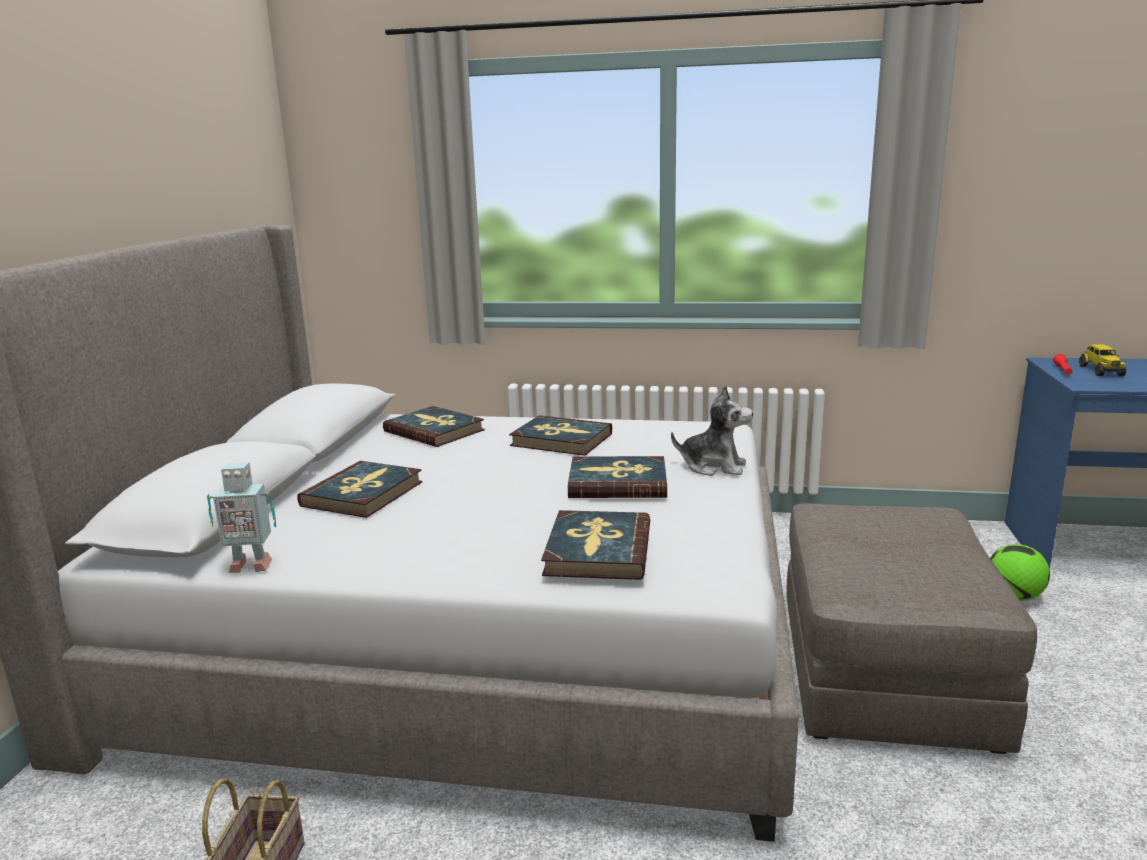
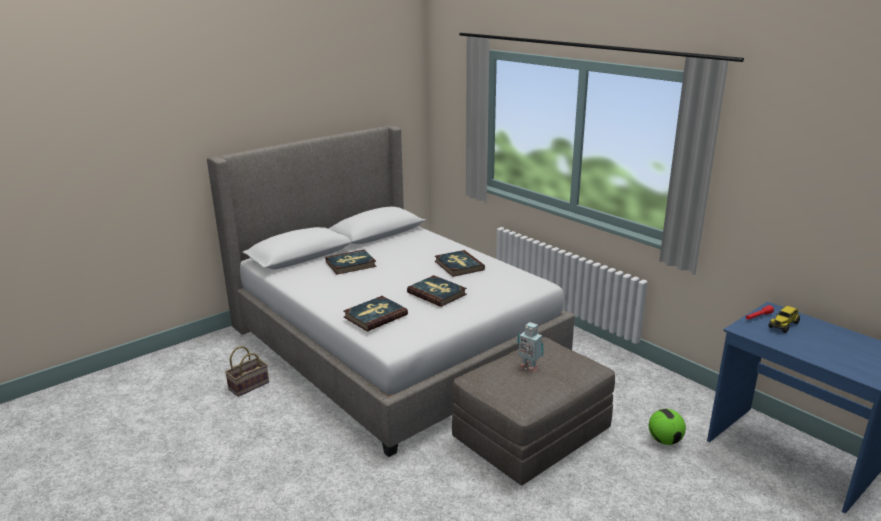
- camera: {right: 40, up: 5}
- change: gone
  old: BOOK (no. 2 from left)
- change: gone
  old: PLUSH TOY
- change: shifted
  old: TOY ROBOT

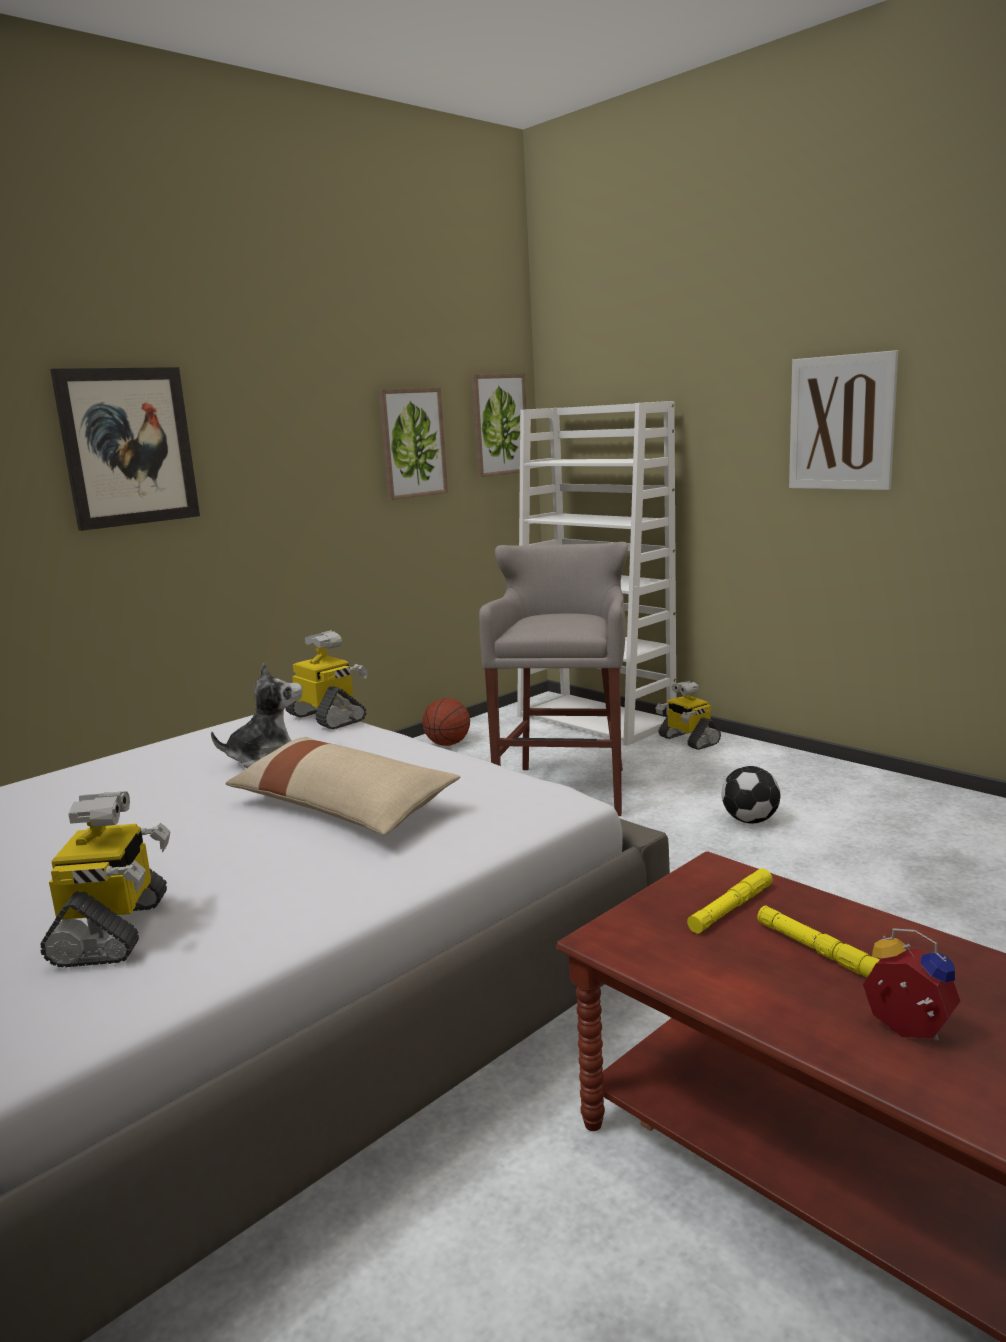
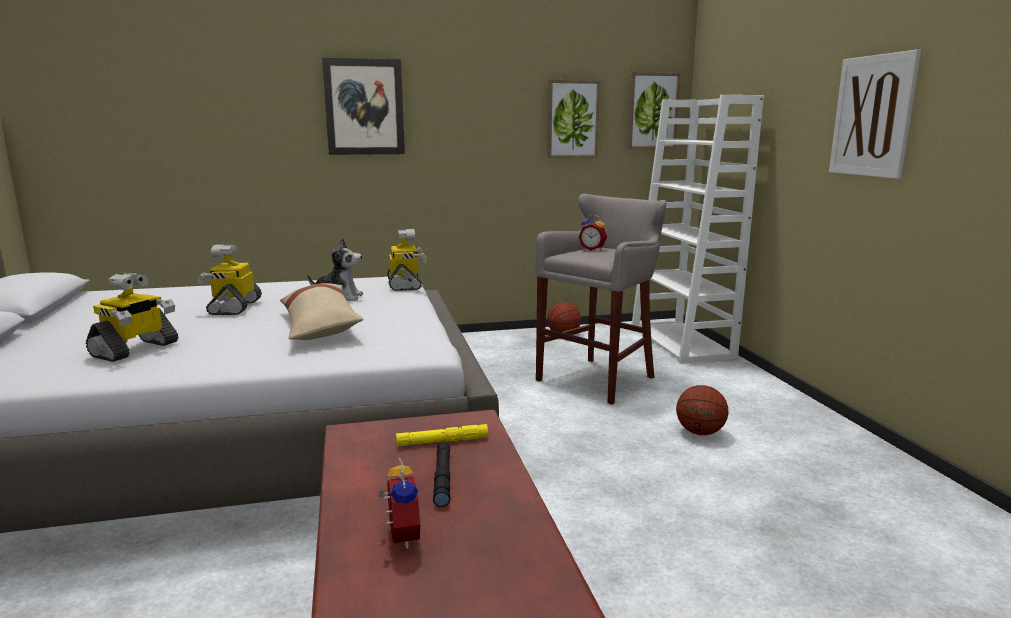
- camera: {right: 30, up: 0}
- change: new
  new: ALARM CLOCK (no. 2 from left)
- change: shifted
  old: TOY ROBOT (no. 3 from left in the first image)
  new: TOY ROBOT (no. 2 from left)
- change: swapped
  old: FOOTBALL
  new: BASKETBALL (no. 2 from left)
- change: repainted
  old: YELLOW FLASHLIGHT (no. 2 from left)
  new: BLACK FLASHLIGHT

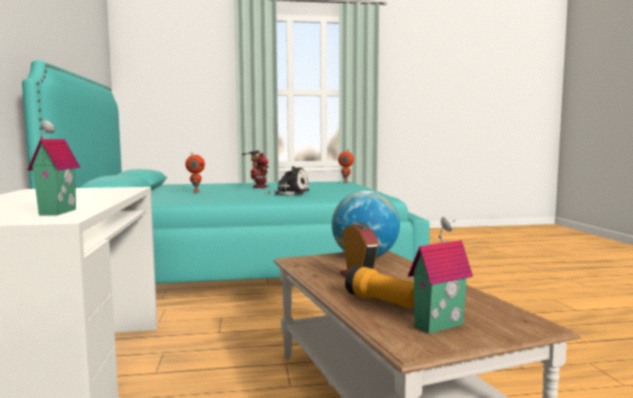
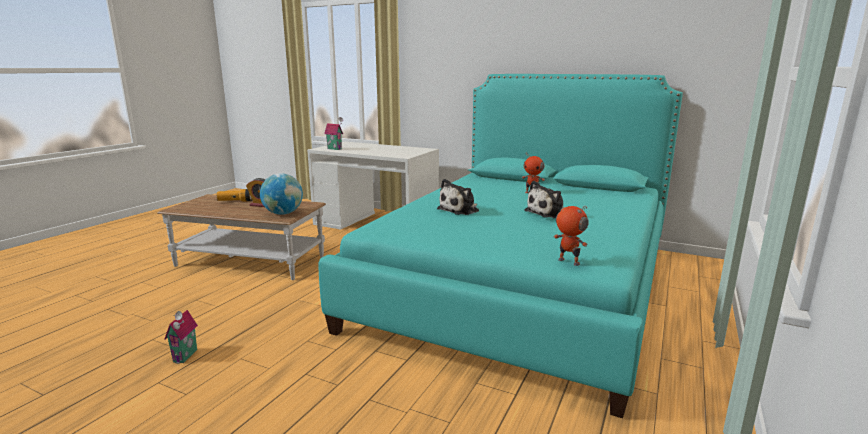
- camera: {right: 125, up: 10}
- change: shifted
  old: TOY HOUSE (no. 2 from left in the first image)
  new: TOY HOUSE (no. 1 from left)
- change: swapped
  old: TOY ROBOT (no. 2 from left)
  new: PLUSH TOY (no. 2 from left)

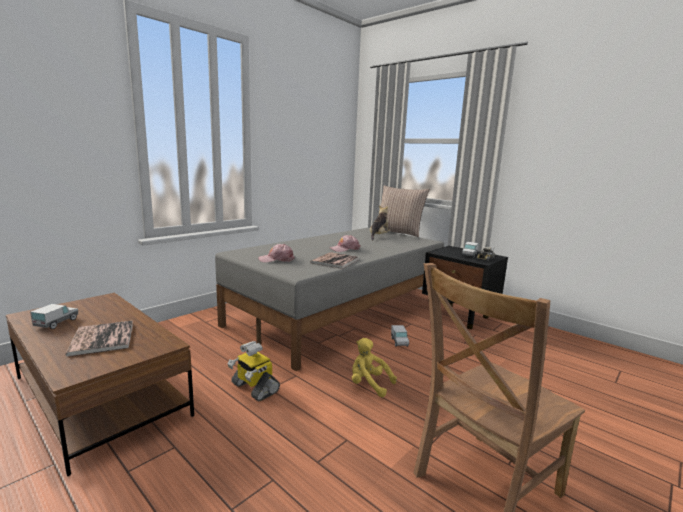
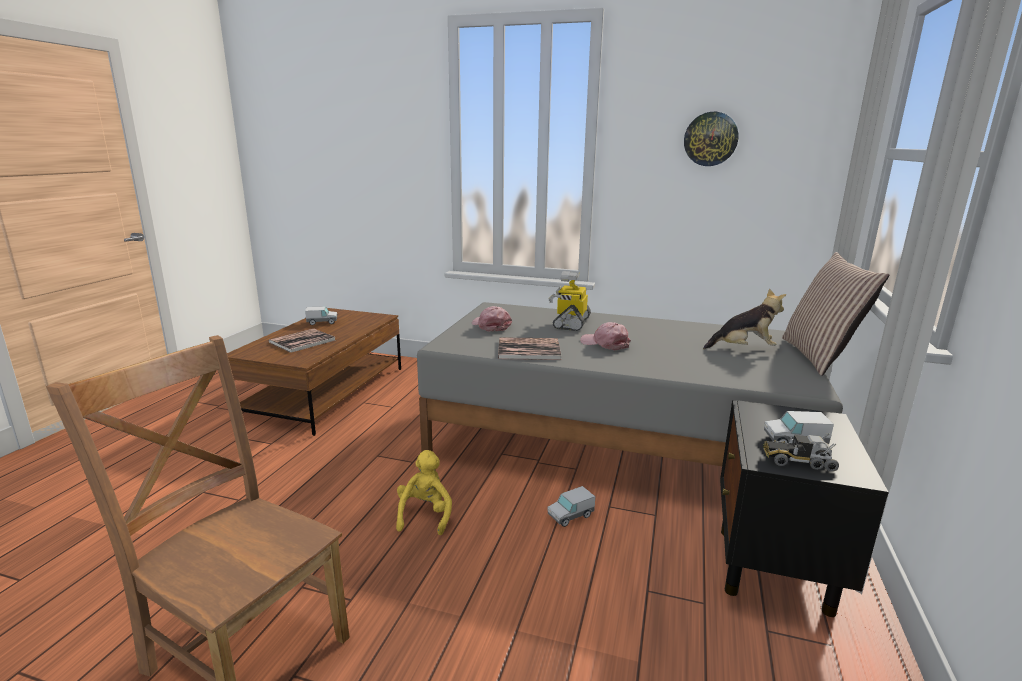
- camera: {right: 65, up: 5}
- change: new
  new: WALL CLOCK
- change: shifted
  old: TOY ROBOT

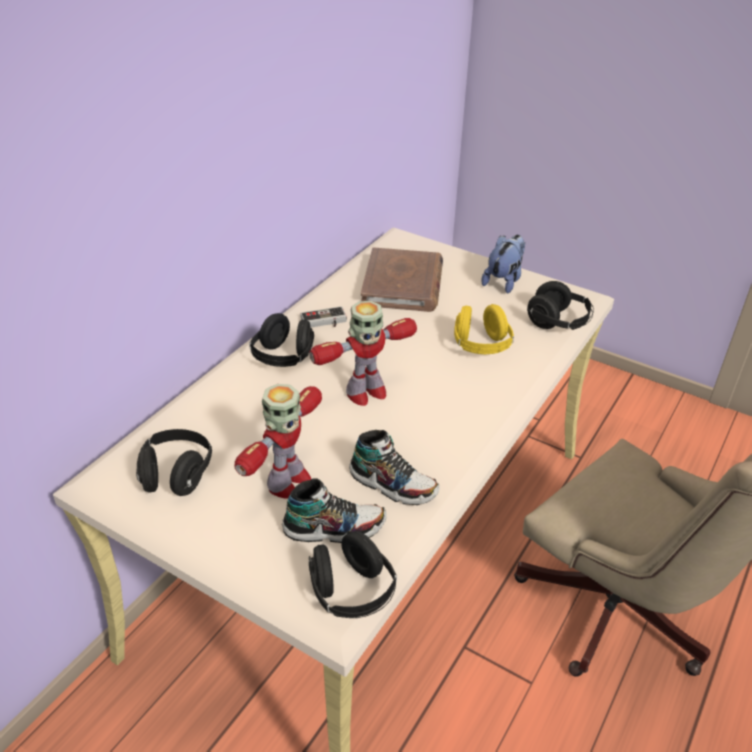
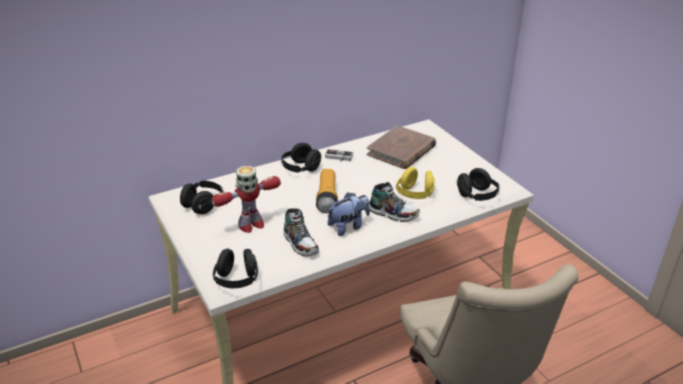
- camera: {right: 30, up: -5}
- change: shifted
  old: SHOE (no. 1 from left in the first image)
  new: SHOE (no. 2 from left)
- change: shifted
  old: PLUSH TOY
- change: swapped
  old: TOY ROBOT (no. 2 from left)
  new: FLASHLIGHT

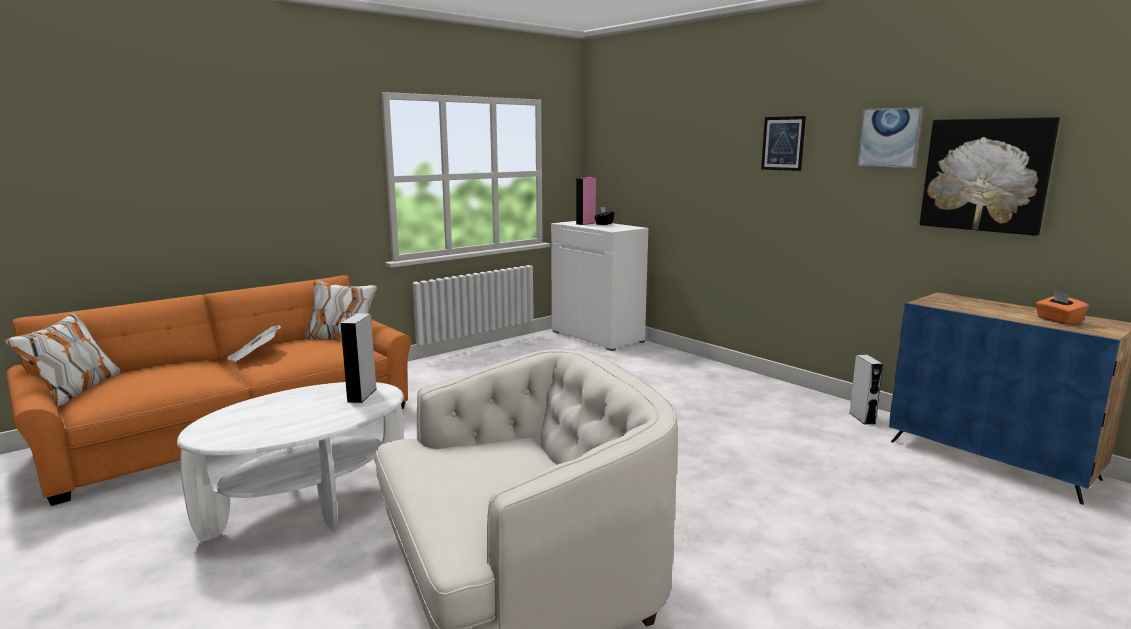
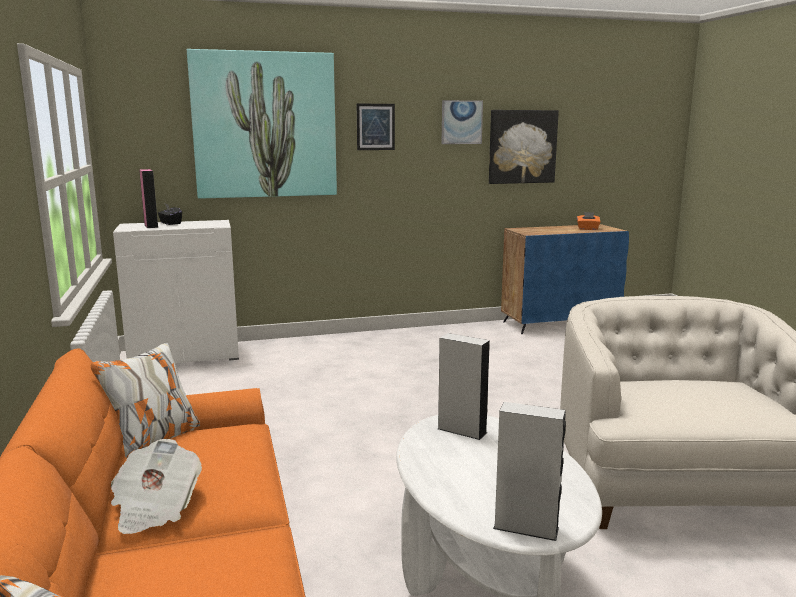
- camera: {right: -65, up: 0}
- change: new
  new: PICTURE (no. 1 from left)
- change: shifted
  old: GREY SPEAKER (no. 2 from left)

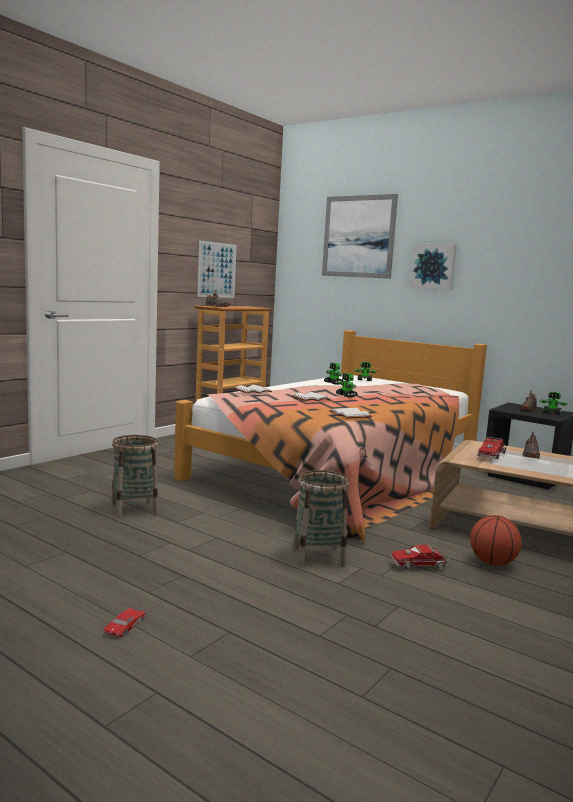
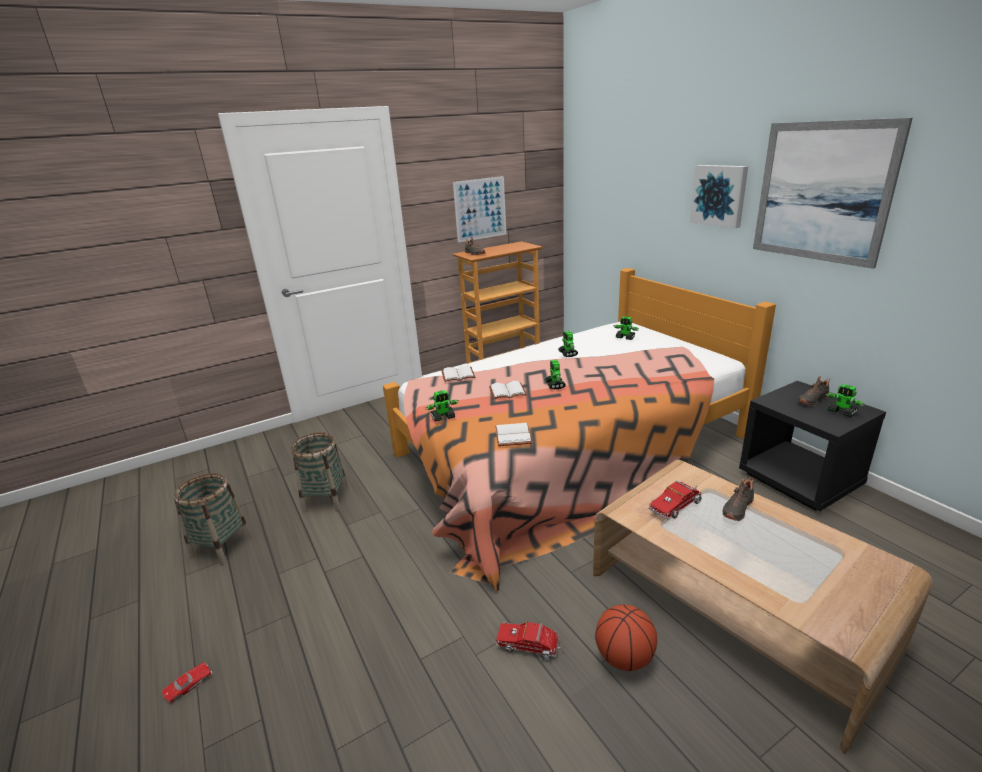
- camera: {right: 25, up: 15}
- change: new
  new: TOY ROBOT (no. 1 from left)
- change: shifted
  old: BASKET (no. 2 from left in the first image)
  new: BASKET (no. 1 from left)
- change: shifted
  old: PICTURE (no. 2 from left in the first image)
  new: PICTURE (no. 3 from left)

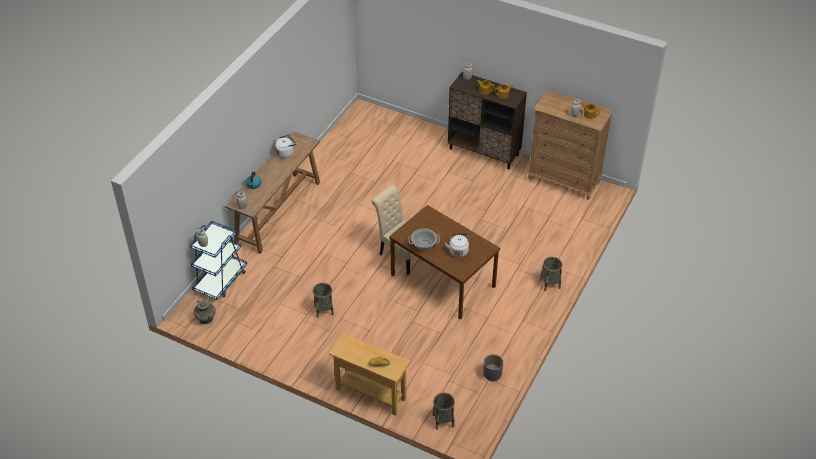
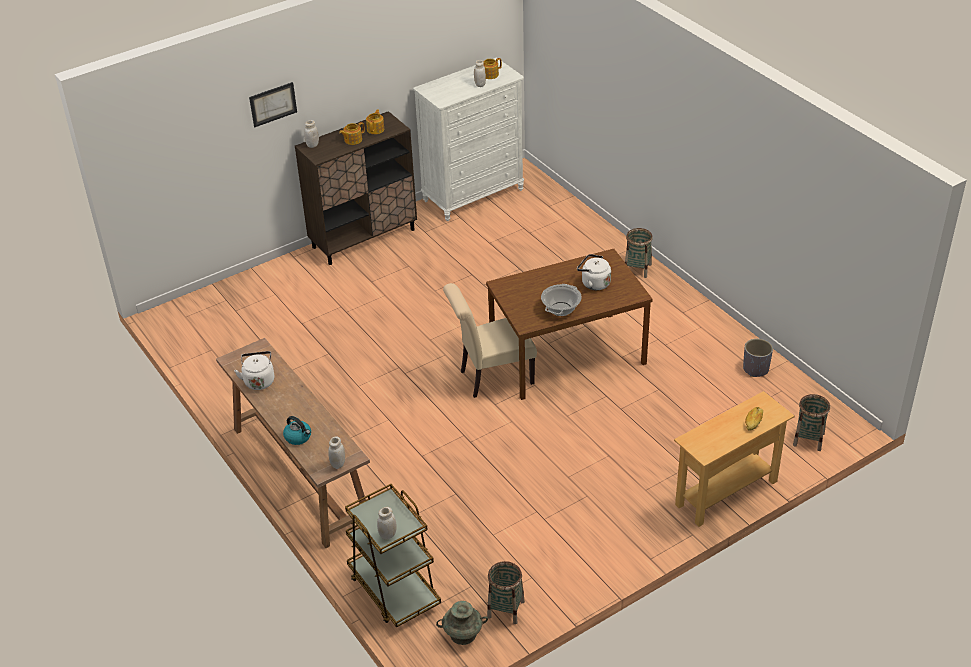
- camera: {right: -60, up: -5}
- change: new
  new: PICTURE
- change: shifted
  old: BASKET (no. 1 from left)
- change: repainted
  old: BLUE CART
  new: BROWN CART
- change: repainted
  old: BROWN DRESSER
  new: WHITE DRESSER

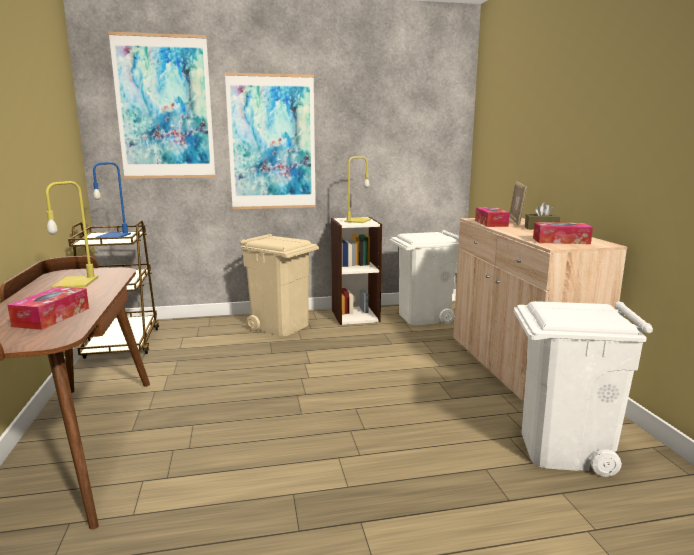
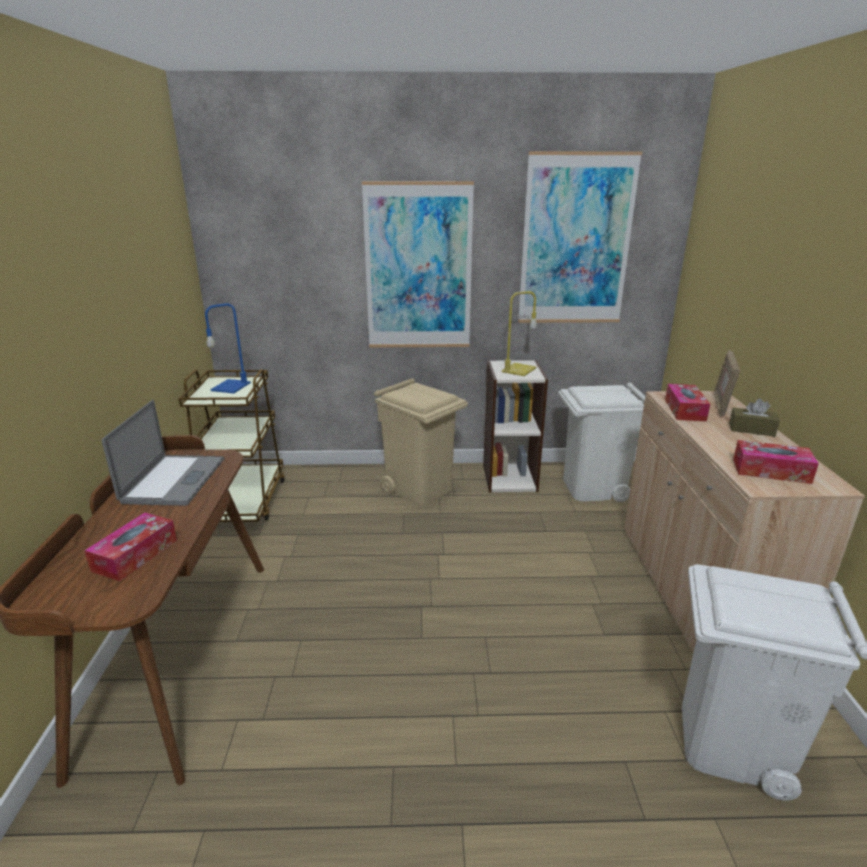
- camera: {right: 10, up: 10}
- change: shifted
  old: PICTURE (no. 1 from left in the first image)
  new: PICTURE (no. 2 from left)
- change: swapped
  old: YELLOW TABLE LAMP (no. 1 from left)
  new: LAPTOP

